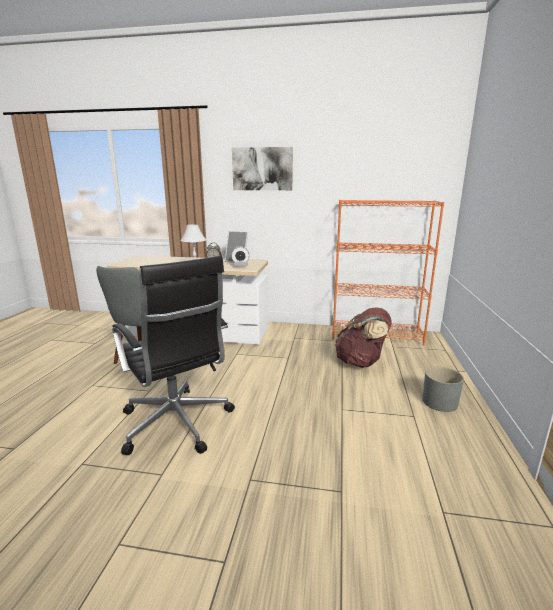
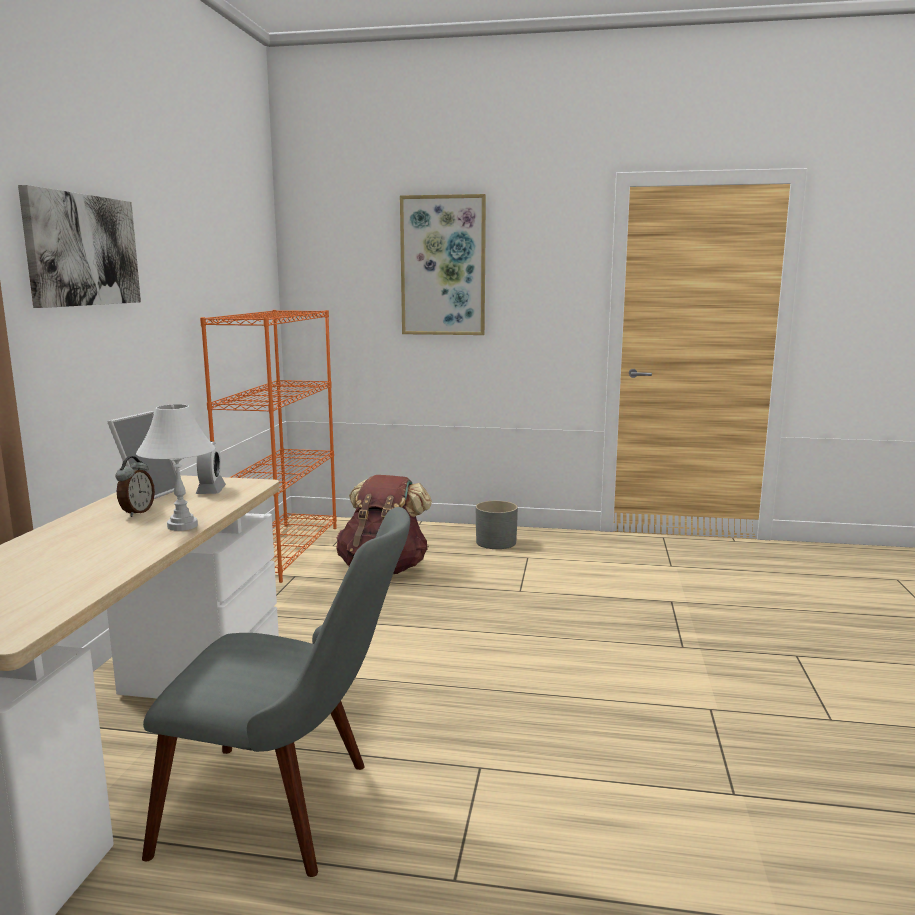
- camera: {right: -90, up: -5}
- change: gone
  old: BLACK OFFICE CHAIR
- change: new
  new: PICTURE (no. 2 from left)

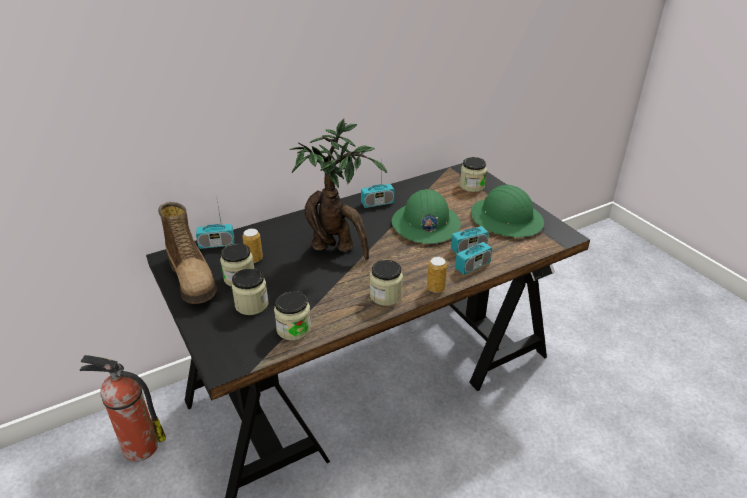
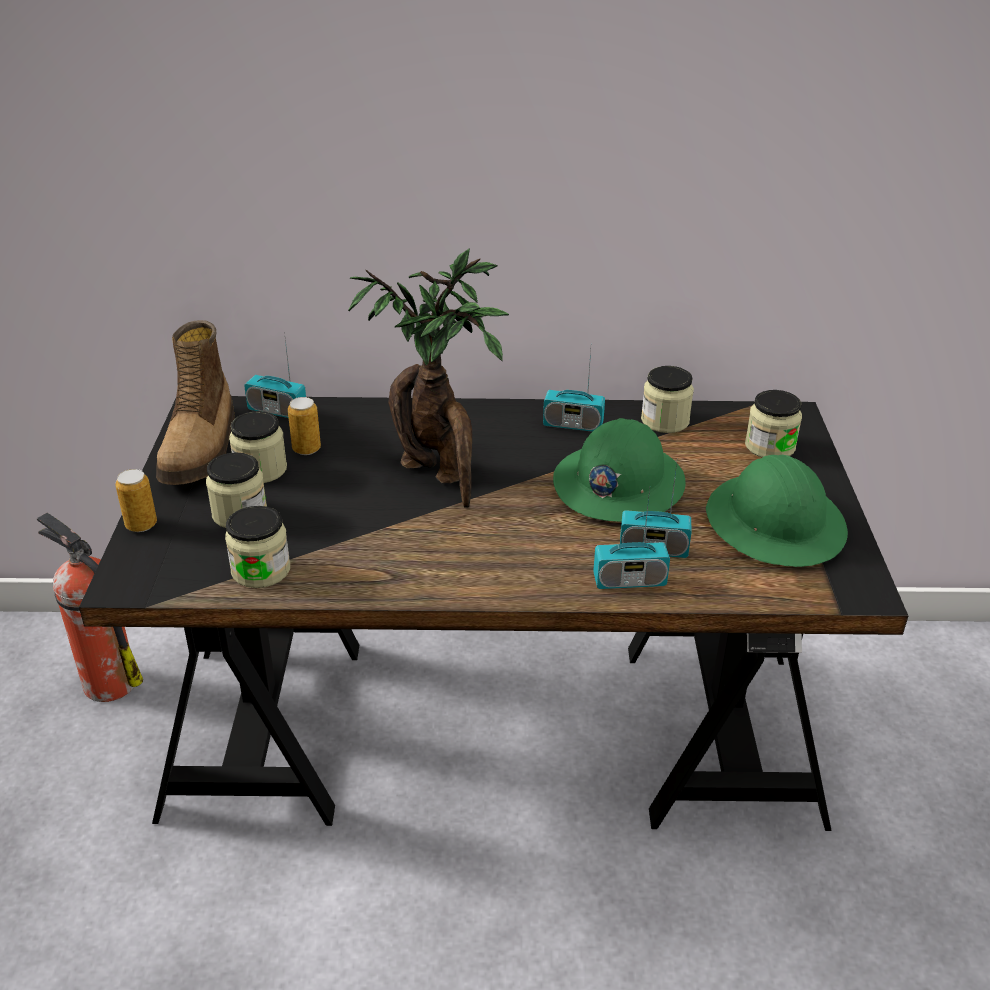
- camera: {right: 30, up: 0}
- change: shifted
  old: JAR (no. 4 from left)
- change: shifted
  old: CAN (no. 2 from left in the first image)
  new: CAN (no. 1 from left)

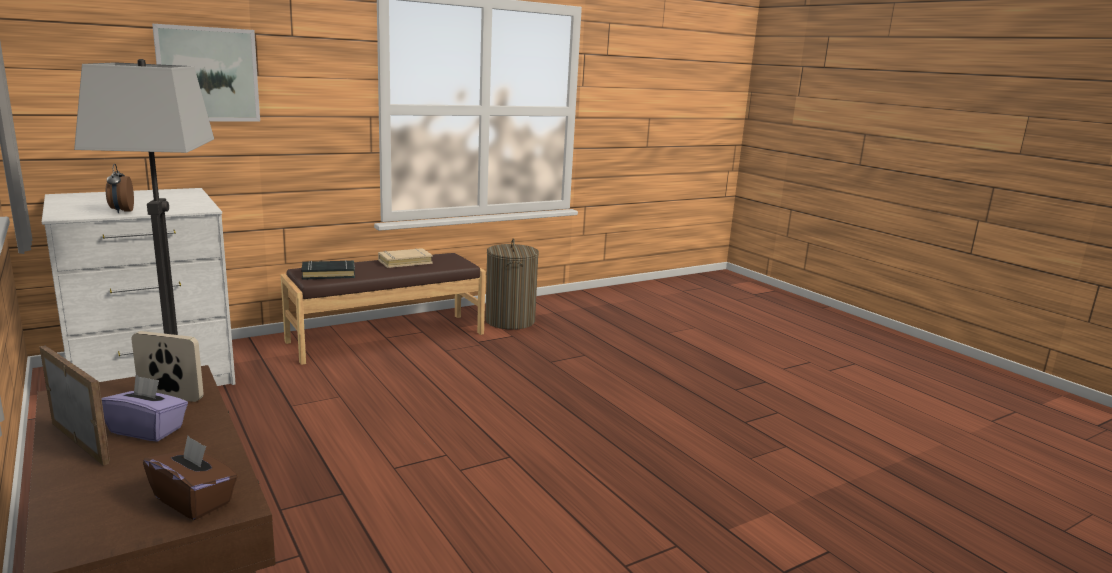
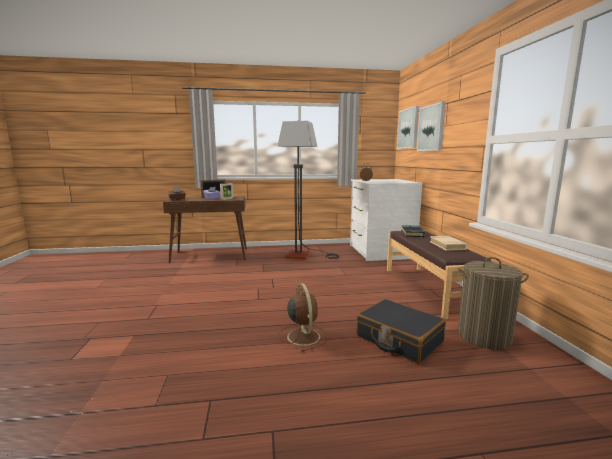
- camera: {right: 115, up: -5}
- change: new
  new: BROWN FAN
- change: new
  new: BLACK SUITCASE
- change: new
  new: PICTURE (no. 1 from left)

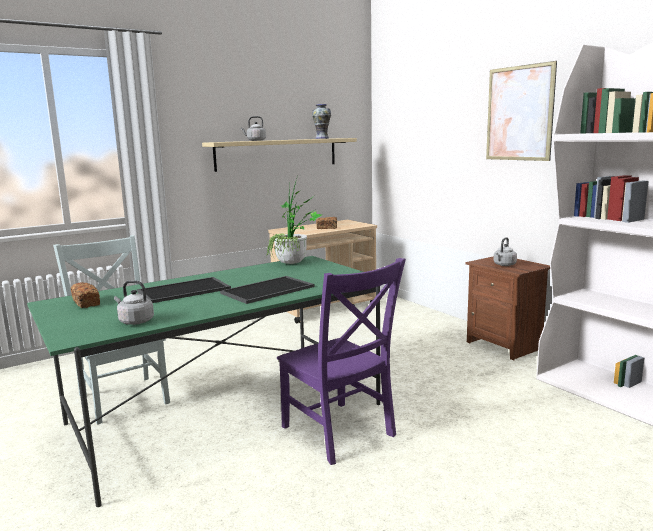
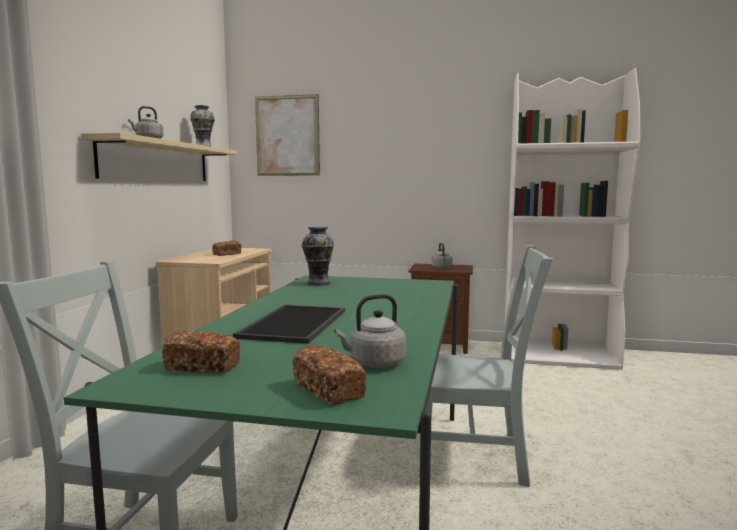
- camera: {right: -45, up: -5}
- change: gone
  old: TRAY (no. 2 from left)
- change: new
  new: BREAD (no. 3 from left)
- change: shifted
  old: PICTURE
- change: swapped
  old: POTTED PLANT
  new: VASE (no. 2 from left)
- change: repainted
  old: PURPLE CHAIR
  new: GREY CHAIR (no. 2 from left)

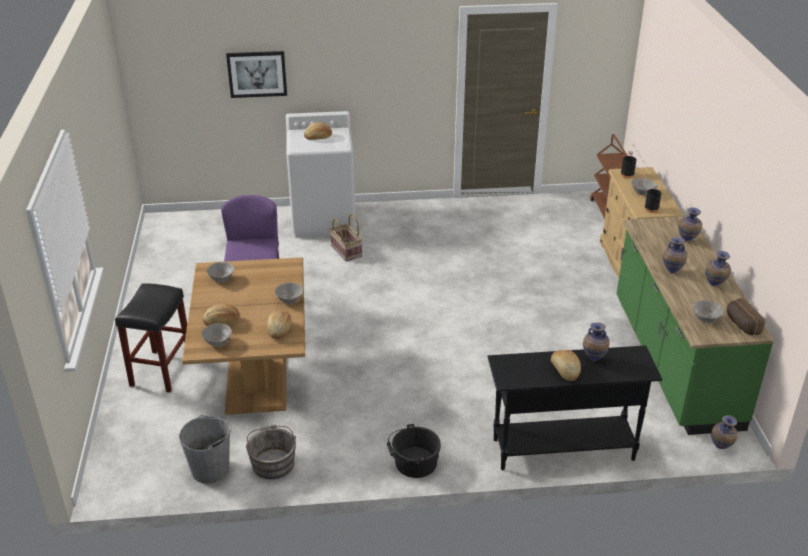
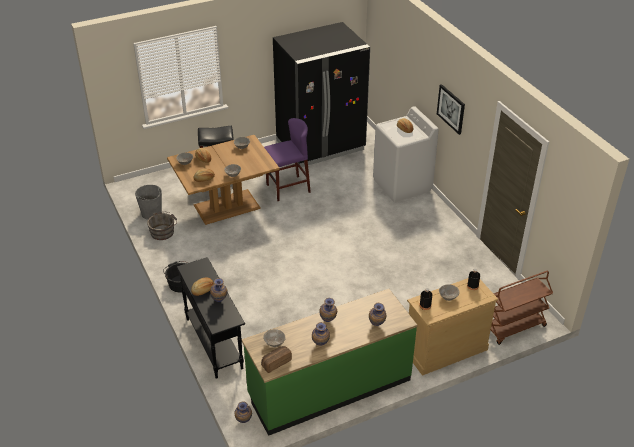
- camera: {right: 70, up: 5}
- change: gone
  old: BASKET
- change: new
  new: BLACK FRIDGE
- change: shifted
  old: PICTURE

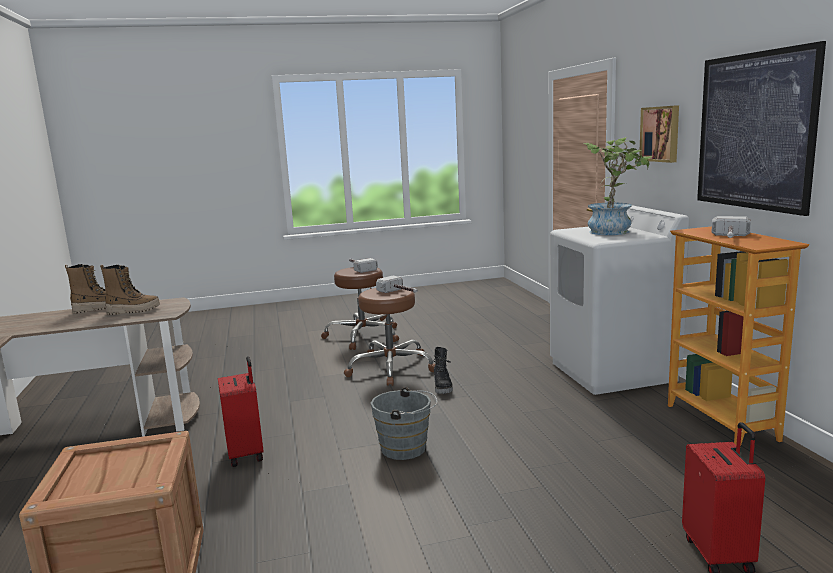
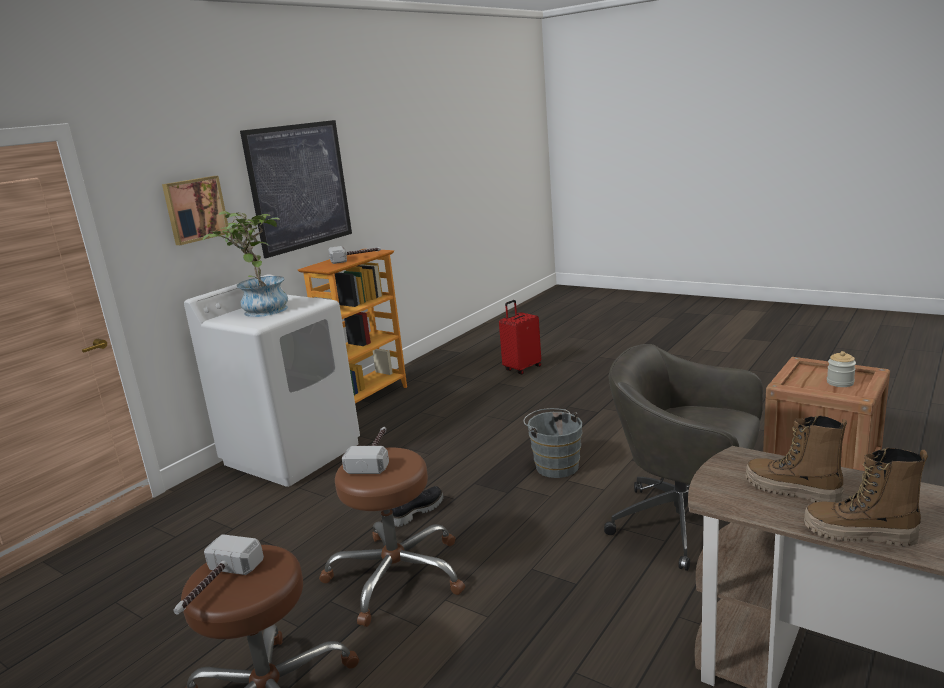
- camera: {right: -130, up: 5}
- change: new
  new: JAR
- change: swapped
  old: RED SUITCASE (no. 1 from left)
  new: GREY OFFICE CHAIR

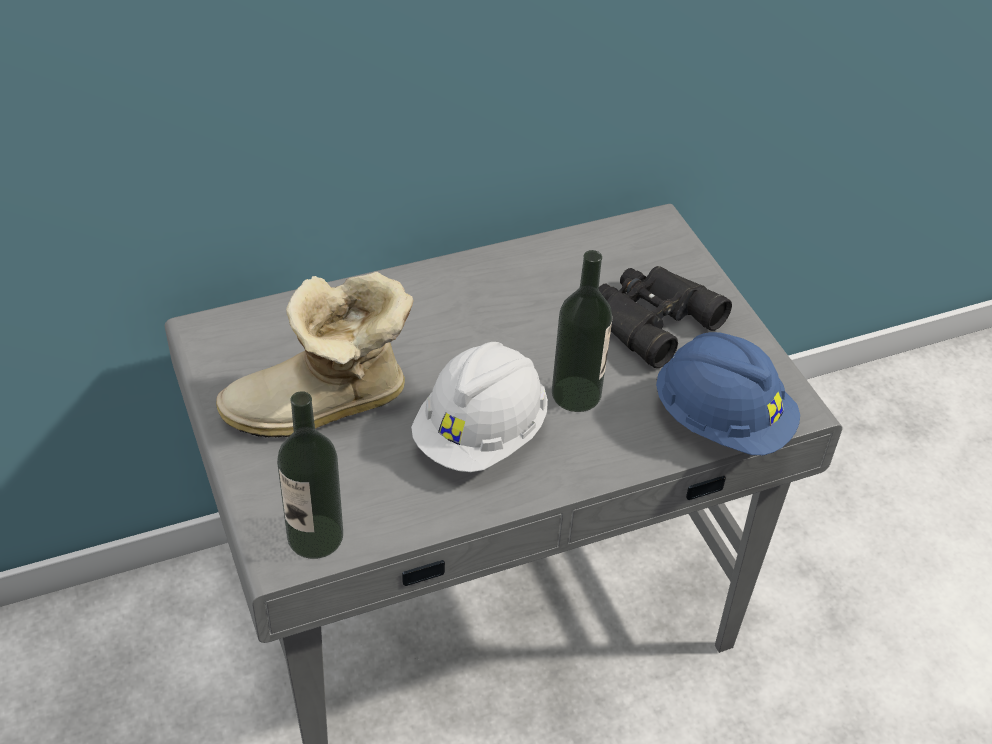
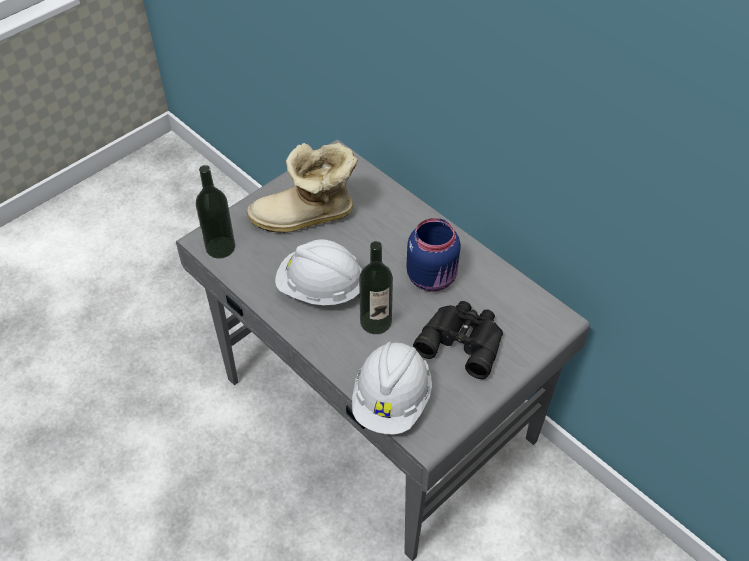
- camera: {right: 70, up: 5}
- change: new
  new: BLUE JAR
- change: repainted
  old: BLUE HARD HAT
  new: WHITE HARD HAT (no. 2 from left)
- change: rotated
  old: BOOT
  degrees: -60

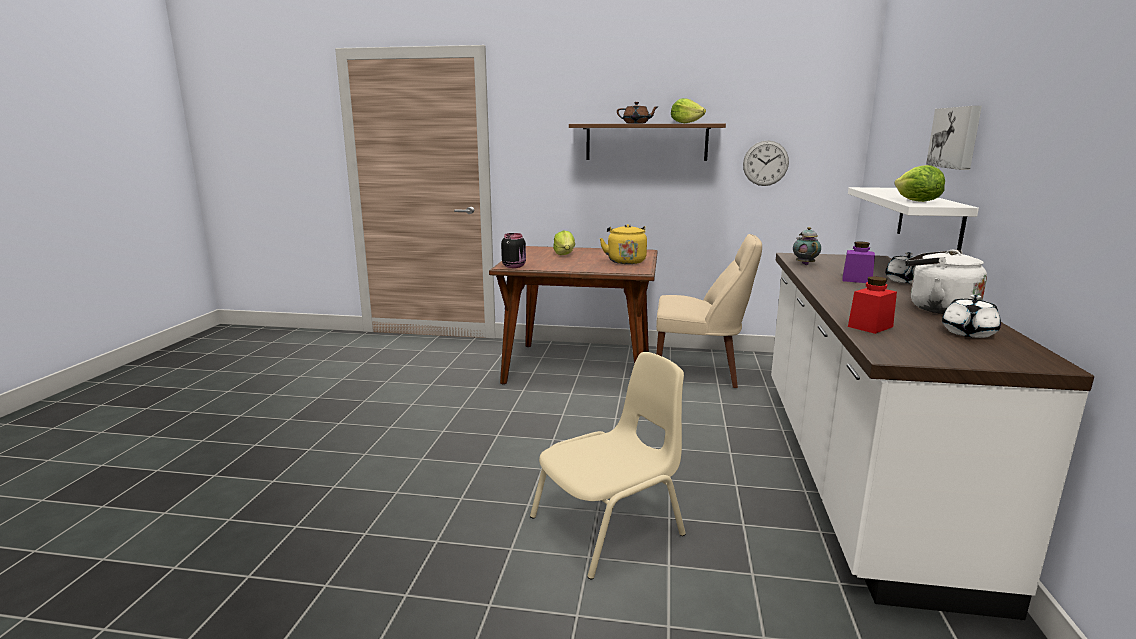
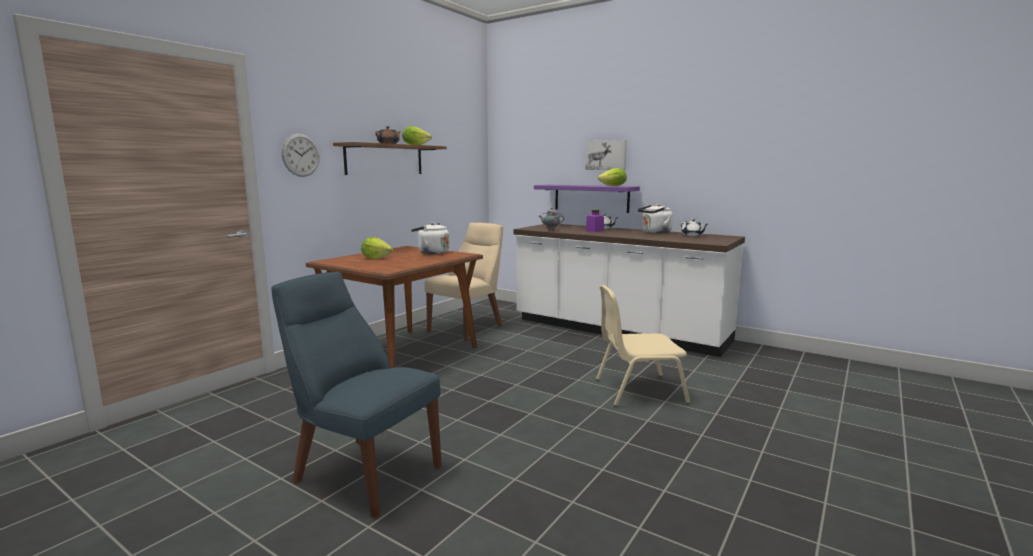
- camera: {right: -65, up: -5}
- change: gone
  old: BLACK JAR
- change: gone
  old: RED JAR
- change: new
  new: BLUE CHAIR
- change: shifted
  old: WALL CLOCK
- change: repainted
  old: YELLOW KETTLE
  new: WHITE KETTLE (no. 1 from left)
- change: repainted
  old: WHITE SHELF
  new: PURPLE SHELF
- change: rotated
  old: BEIGE CHAIR (no. 1 from left in the first image)
  degrees: -90

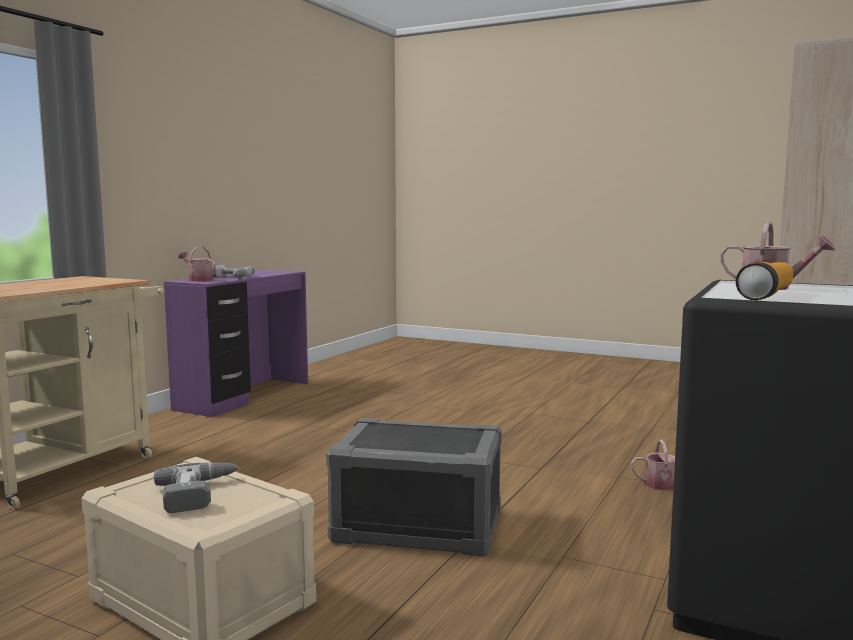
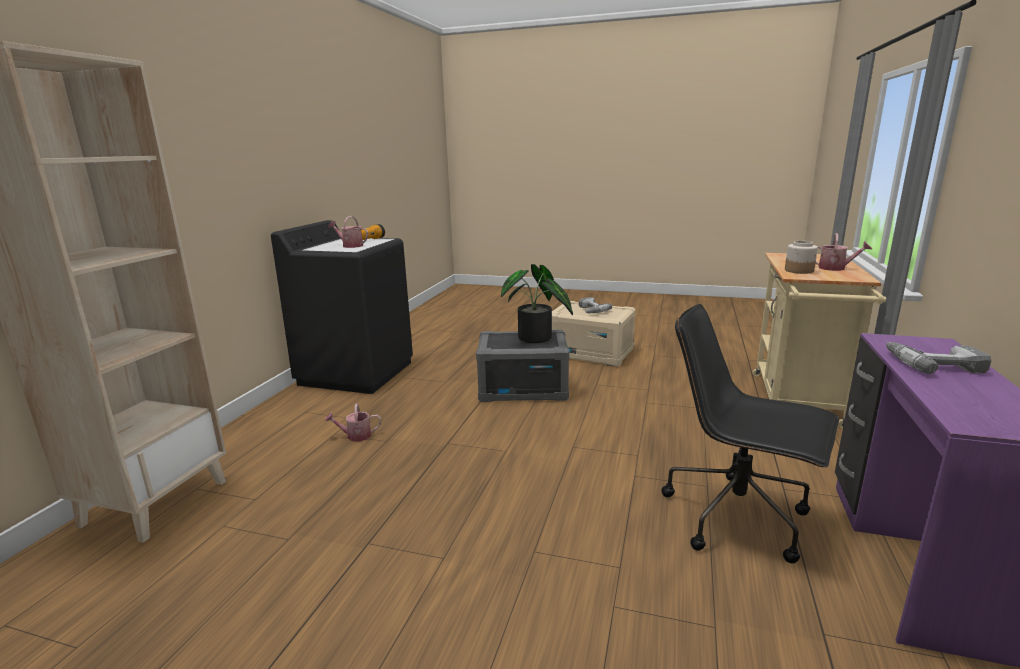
- camera: {right: 170, up: 10}
- change: new
  new: POTTED PLANT
- change: new
  new: BLACK OFFICE CHAIR
- change: new
  new: JAR
- change: shifted
  old: WATERING CAN (no. 1 from left in the first image)
  new: WATERING CAN (no. 3 from left)

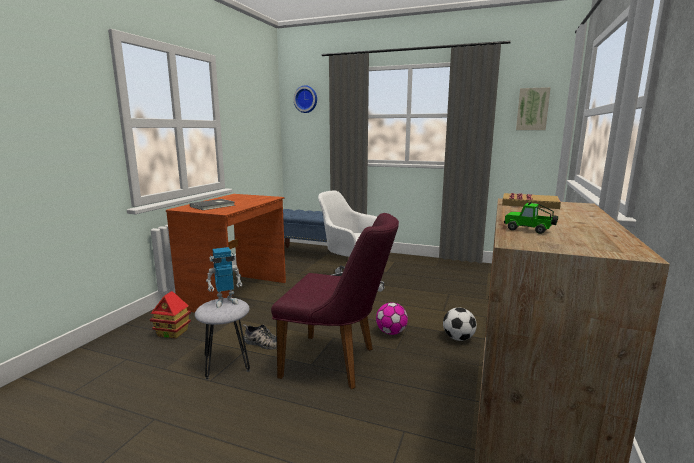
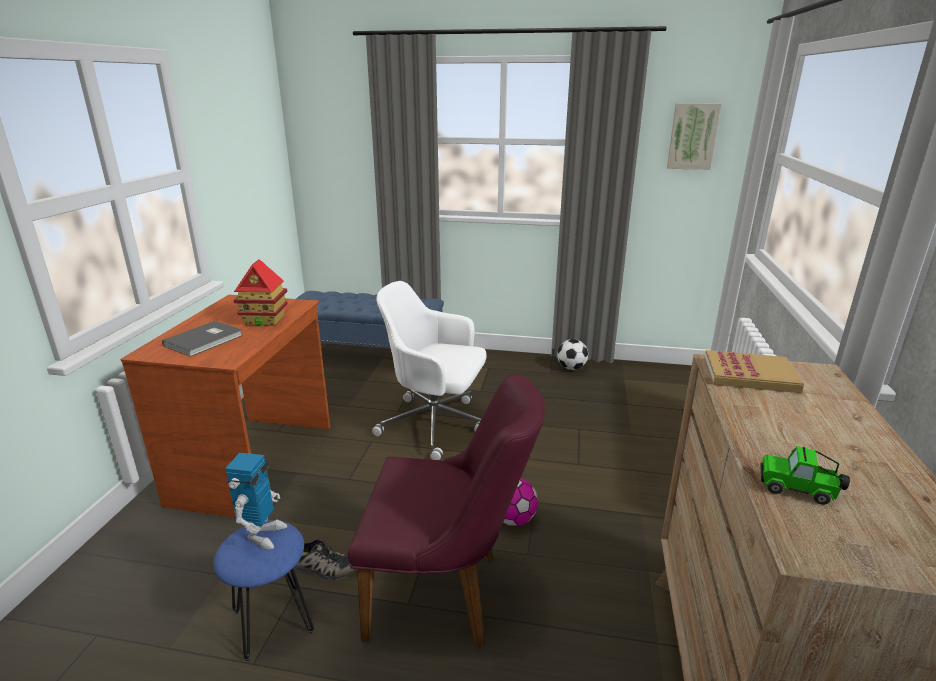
- camera: {right: -10, up: 10}
- change: gone
  old: WALL CLOCK
- change: shifted
  old: TOY HOUSE
- change: shifted
  old: FOOTBALL (no. 2 from left)
- change: repainted
  old: GREY STOOL
  new: BLUE STOOL
- change: rotated
  old: TOY ROBOT
  degrees: -45

